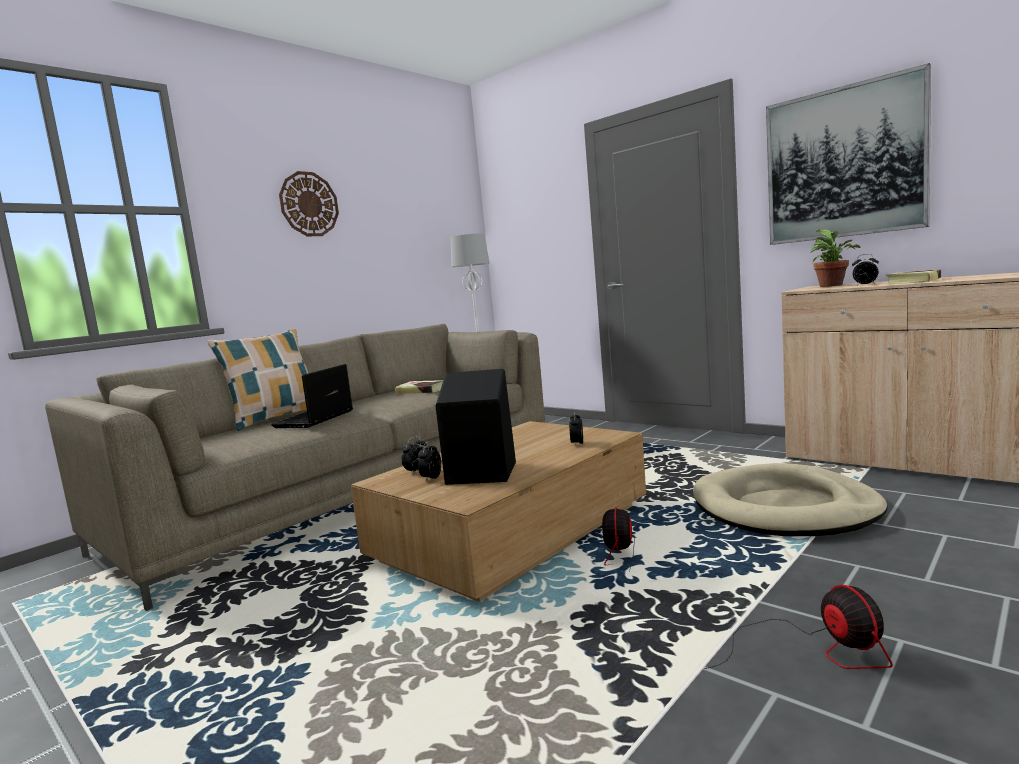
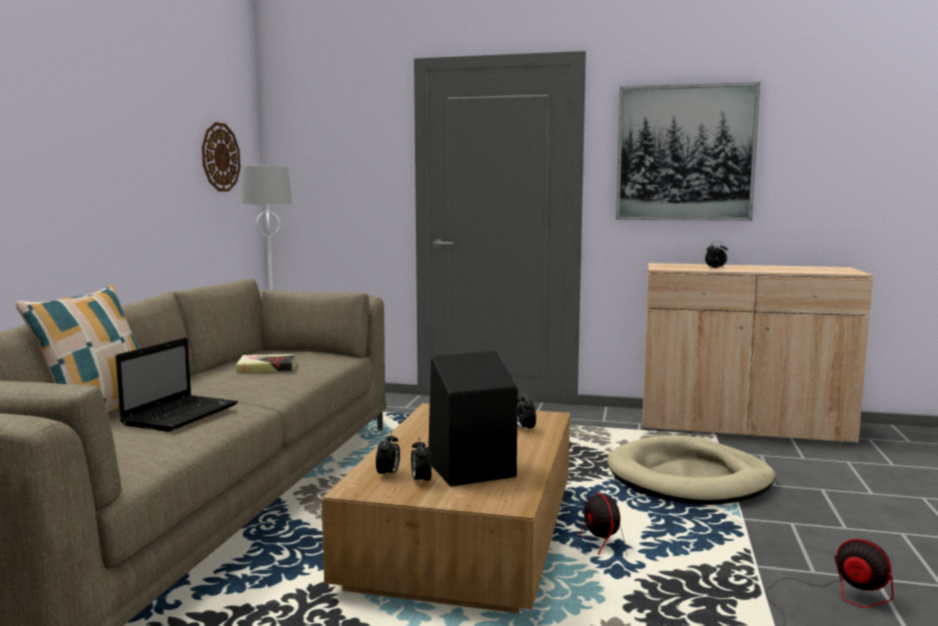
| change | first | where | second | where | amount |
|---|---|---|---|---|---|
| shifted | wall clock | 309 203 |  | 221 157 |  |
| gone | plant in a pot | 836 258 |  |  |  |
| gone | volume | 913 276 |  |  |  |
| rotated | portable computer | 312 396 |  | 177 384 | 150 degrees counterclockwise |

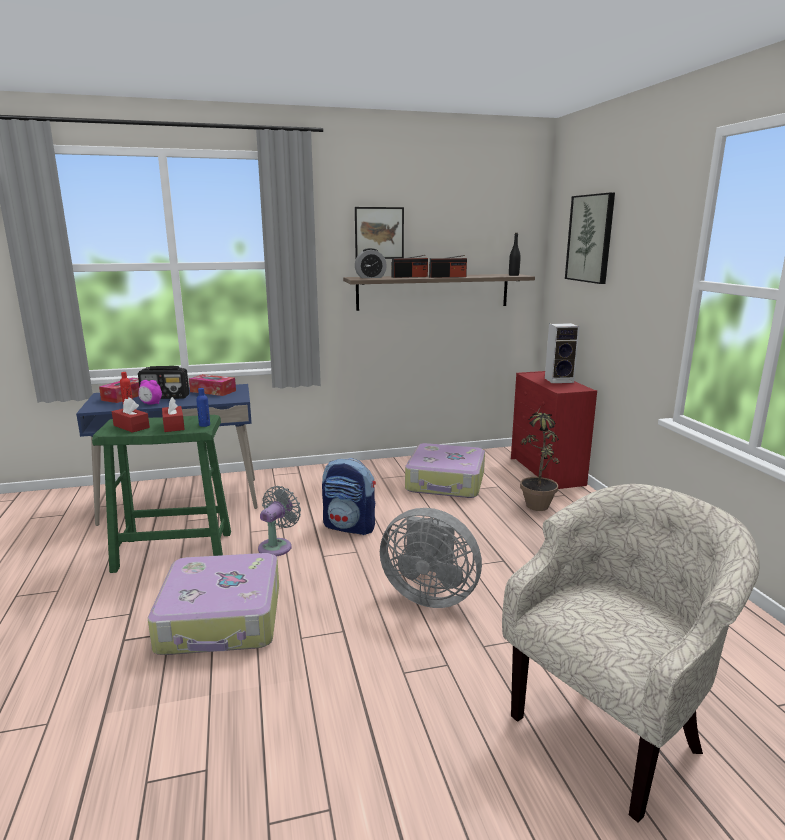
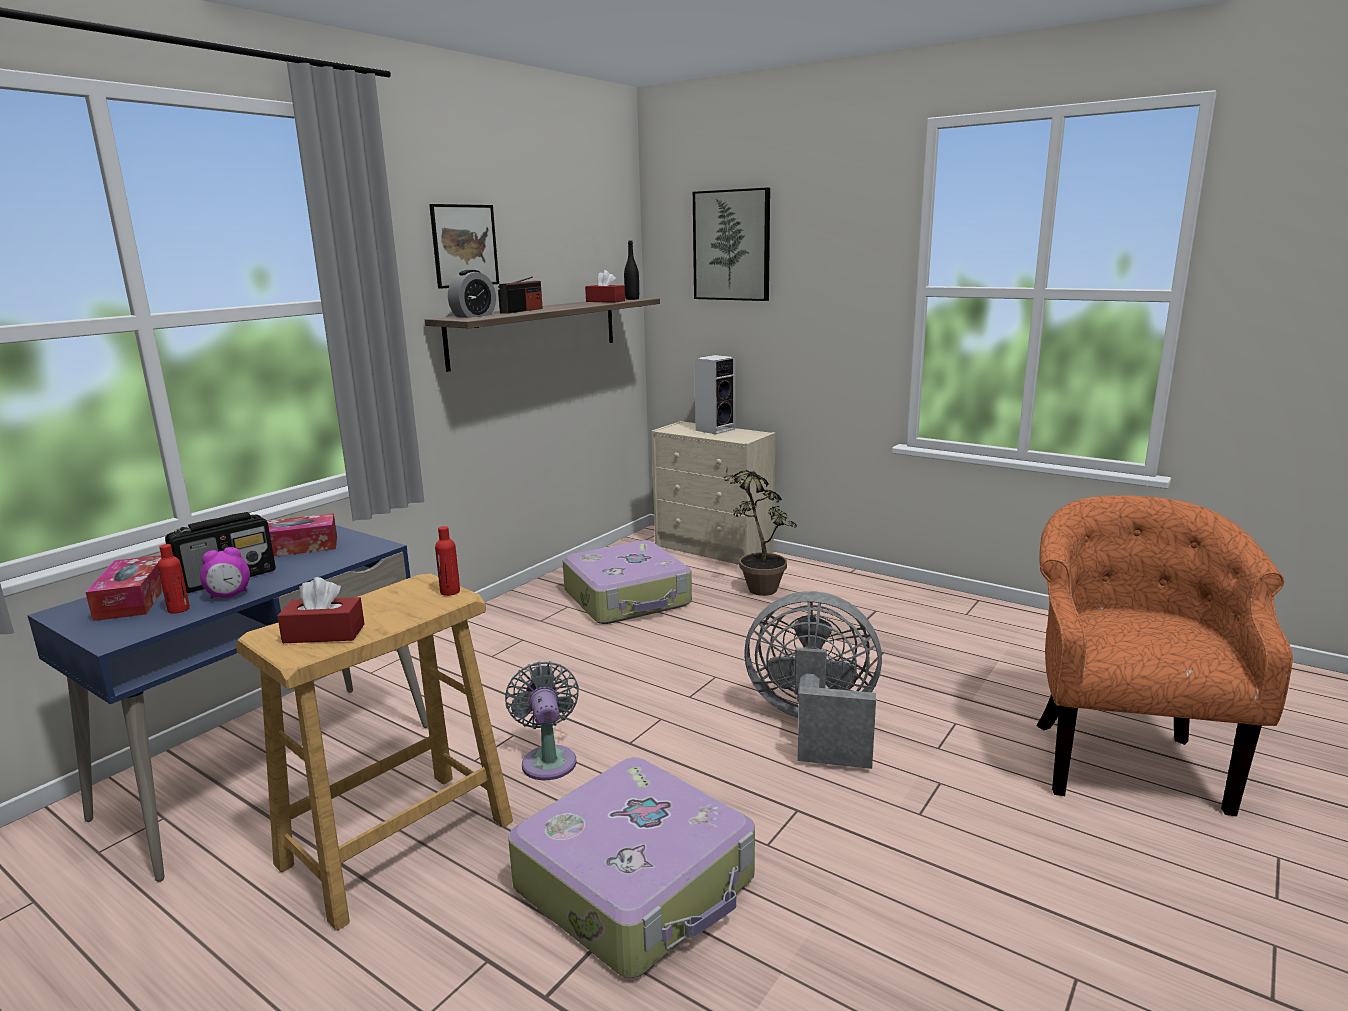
| change | first | where | second | where | amount |
|---|---|---|---|---|---|
| gone | radio | 448 266 |  |  |  |
| repainted | chest of drawers in red-coloured | 554 430 | chest of drawers in beige | 713 493 |  |
| repainted | beverage bottle in bluish | 203 407 | beverage bottle in red-coloured | 447 561 |  |
| shifted | tissue box in red-coloured | 173 414 |  | 605 286 |  |
| repainted | sitting stool in green-coloured | 161 494 | sitting stool in beige | 374 752 |  |
| gone | backpack | 349 496 |  |  |  |
| repainted | armchair in beige | 631 653 | armchair in orange-coloured | 1165 655 |  |
| rotated | electric fan in greyish | 431 558 |  | 813 680 | 150 degrees counterclockwise |

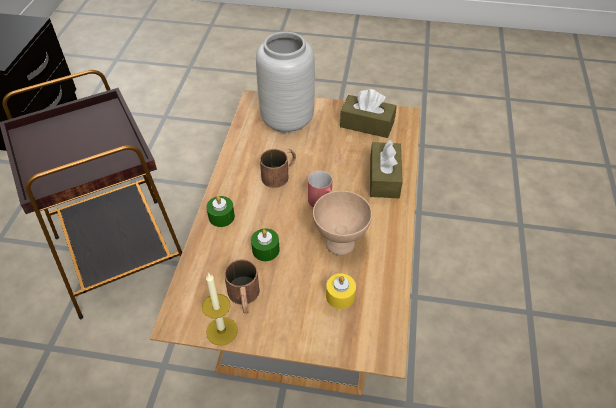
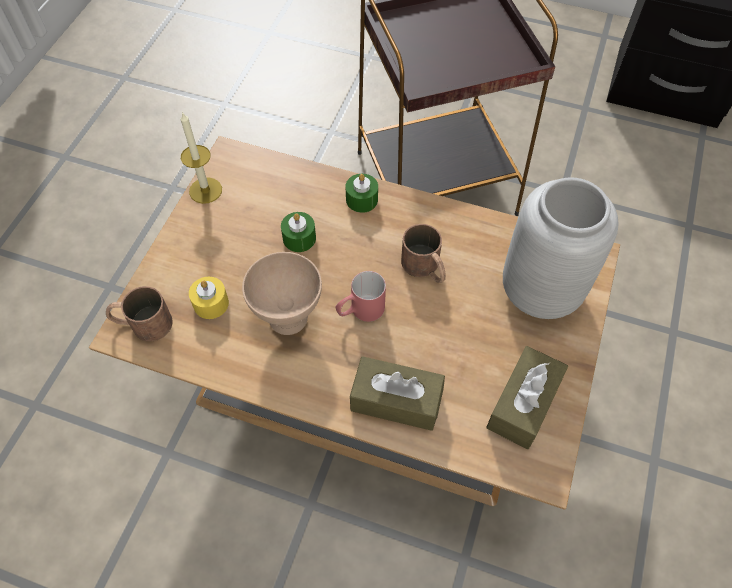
| change | first | where | second | where | amount |
|---|---|---|---|---|---|
| shifted | coffee mug in brownish | 242 286 |  | 139 313 |  |

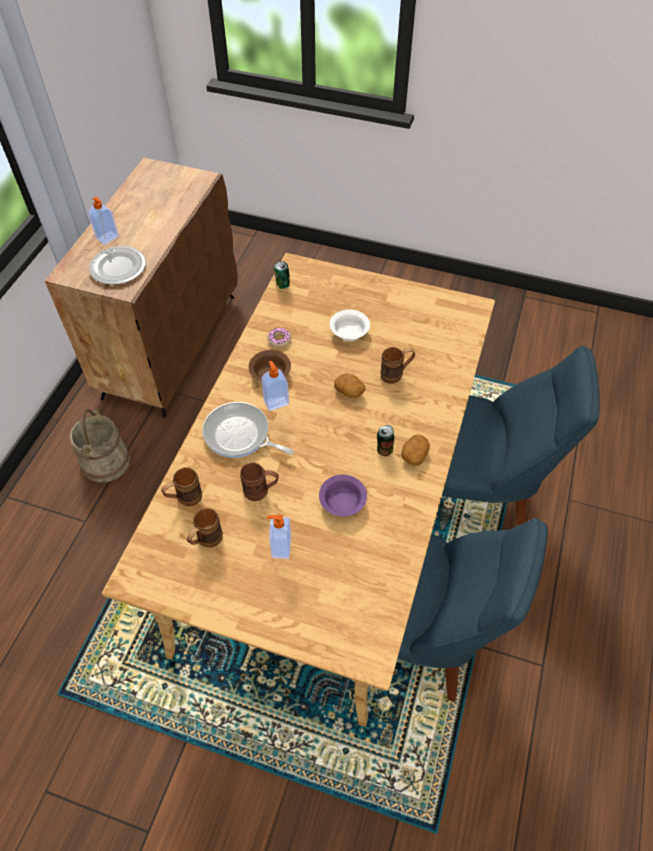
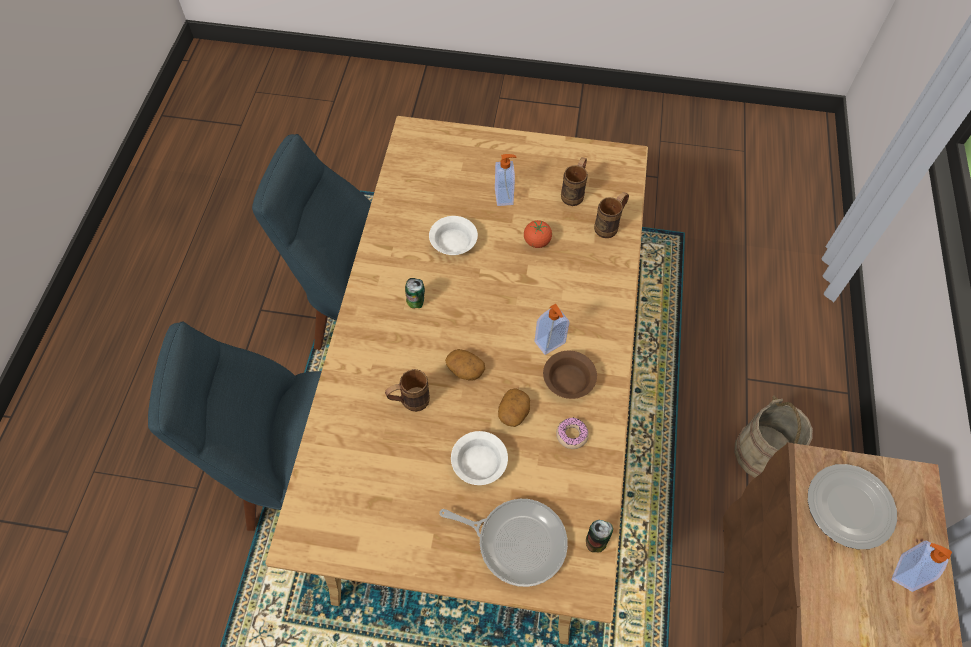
| change | first | where | second | where | amount |
|---|---|---|---|---|---|
| shifted | frying pan | 248 430 |  | 503 543 |  |
| shifted | spud | 416 450 |  | 514 407 |  |
| swapped | coffee mug in brownish | 259 482 | fresh tomato | 538 234 |  |
| repainted | serving bowl in purple-coloured | 343 495 | serving bowl in whitish | 453 235 |  |

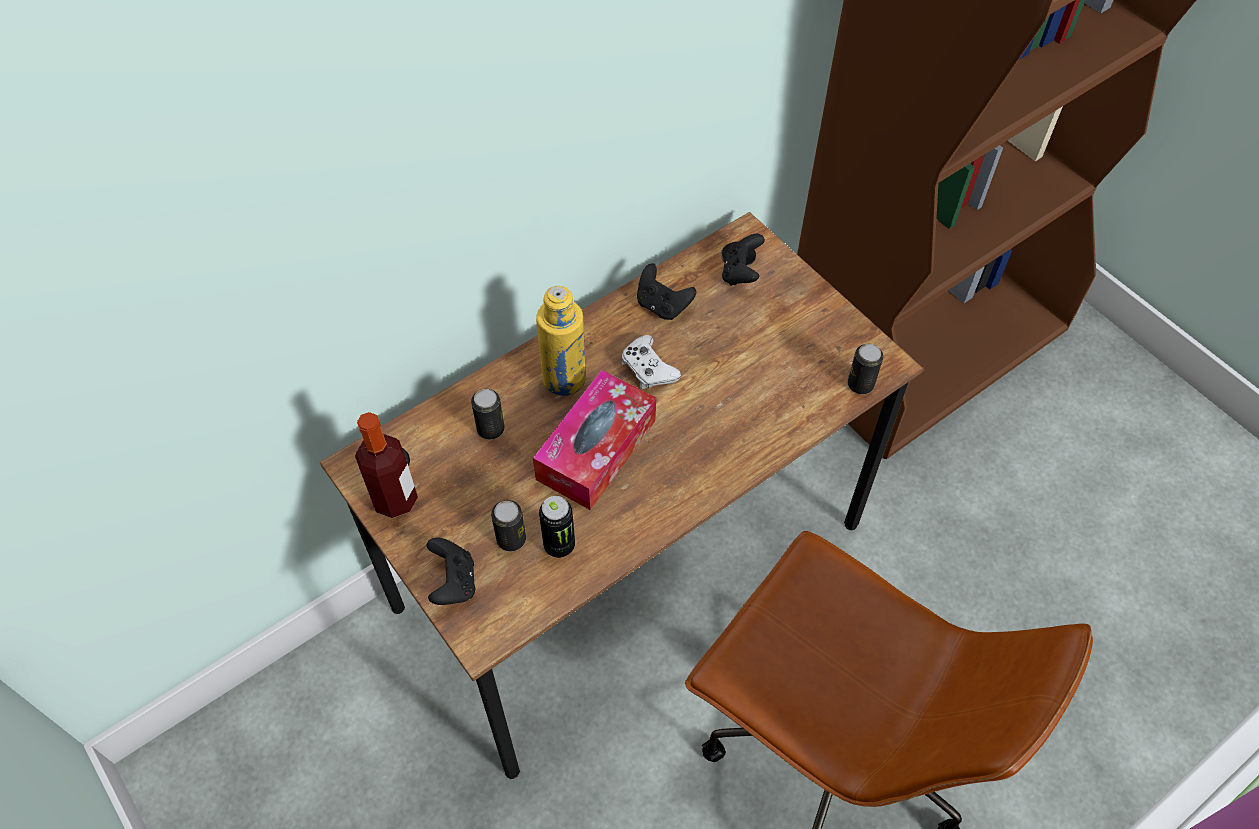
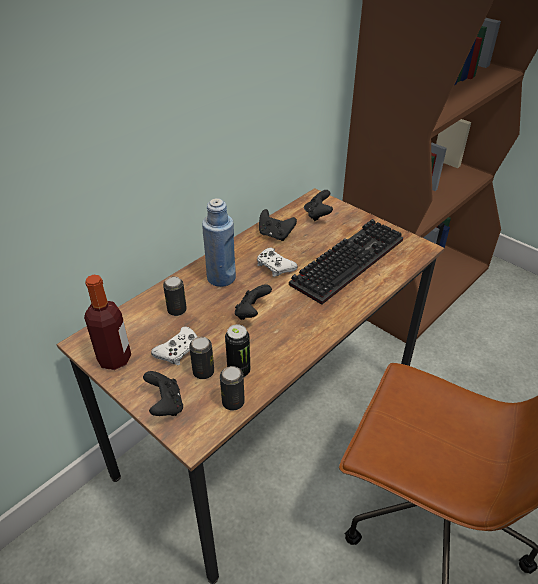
| change | first | where | second | where | amount |
|---|---|---|---|---|---|
| repainted | beverage bottle in yellowish | 561 341 | beverage bottle in bluish | 219 242 |  |
| shifted | sealed can | 865 369 |  | 232 388 |  |
| swapped | tissue box | 594 440 | joypad in black-coloured | 253 302 |  |
| new |  |  | PC keyboard | 346 262 |  |
| new |  |  | joypad in whitish | 174 346 |  |

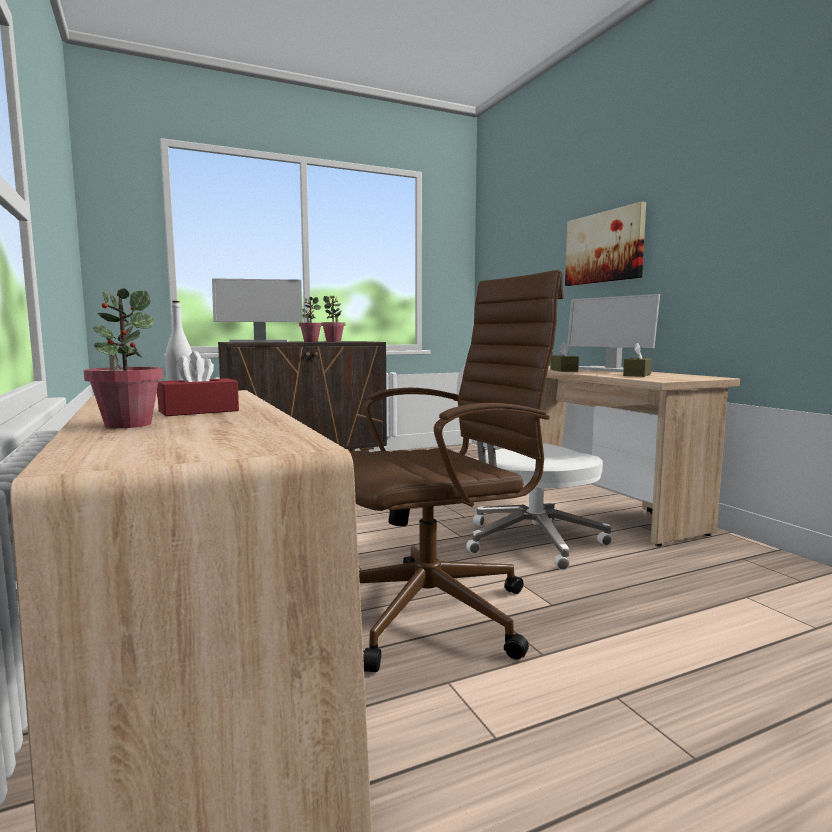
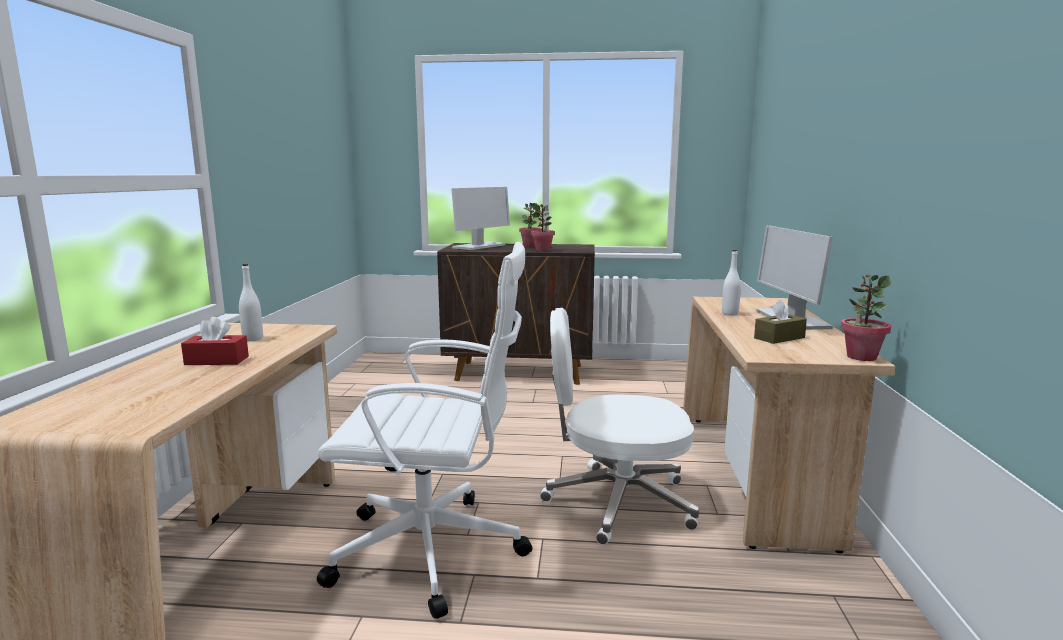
| change | first | where | second | where | amount |
|---|---|---|---|---|---|
| gone | picture | 605 244 |  |  |  |
| repainted | computer chair in brownish | 457 471 | computer chair in whitish | 424 430 |  |
| rotated | monitor | 257 310 |  | 480 218 | 75 degrees counterclockwise |
| shifted | plant in a pot | 124 358 |  | 866 317 |  |
| swapped | tissue box in brownish | 565 357 | beverage bottle in whitish | 731 283 |  |

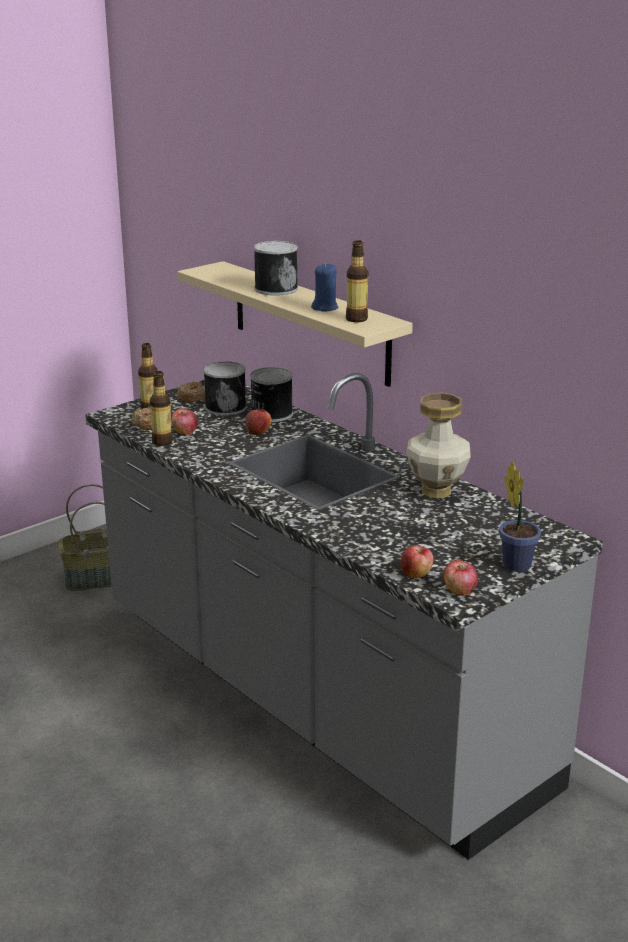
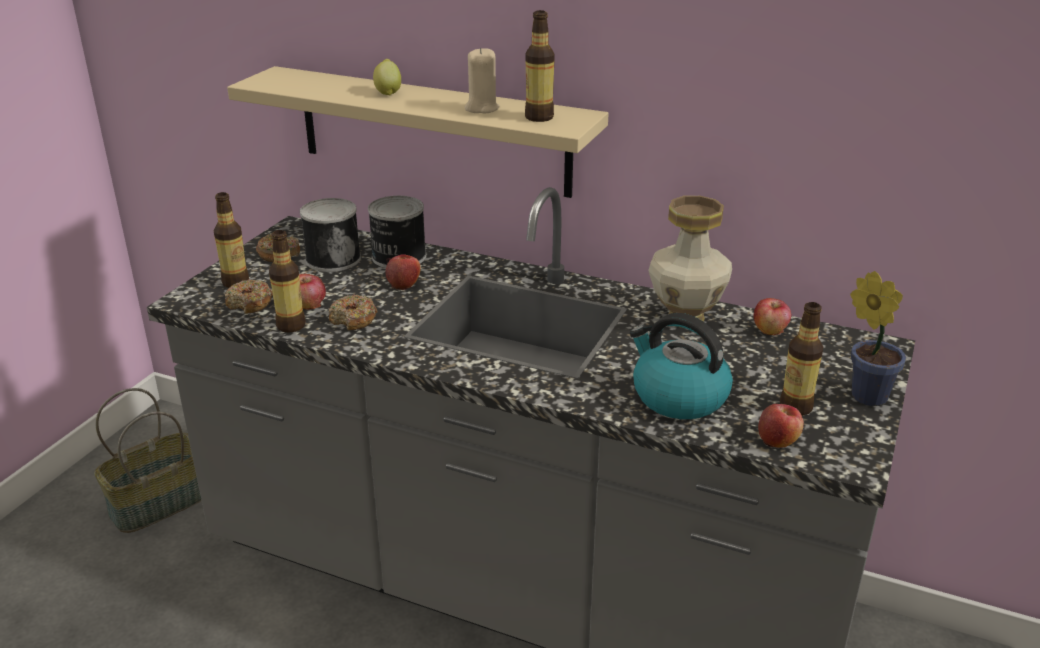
| change | first | where | second | where | amount |
|---|---|---|---|---|---|
| swapped | sealed can | 276 268 | citrus fruit | 387 77 |  |
| repainted | wax candle in bluish | 324 287 | wax candle in beige | 482 80 |  |
| shifted | whole apple | 461 578 |  | 772 317 |  |
| new |  |  | ring doughnut | 353 312 |  |
| new |  |  | beverage bottle | 801 359 |  |
| new |  |  | tea kettle | 681 366 |  |

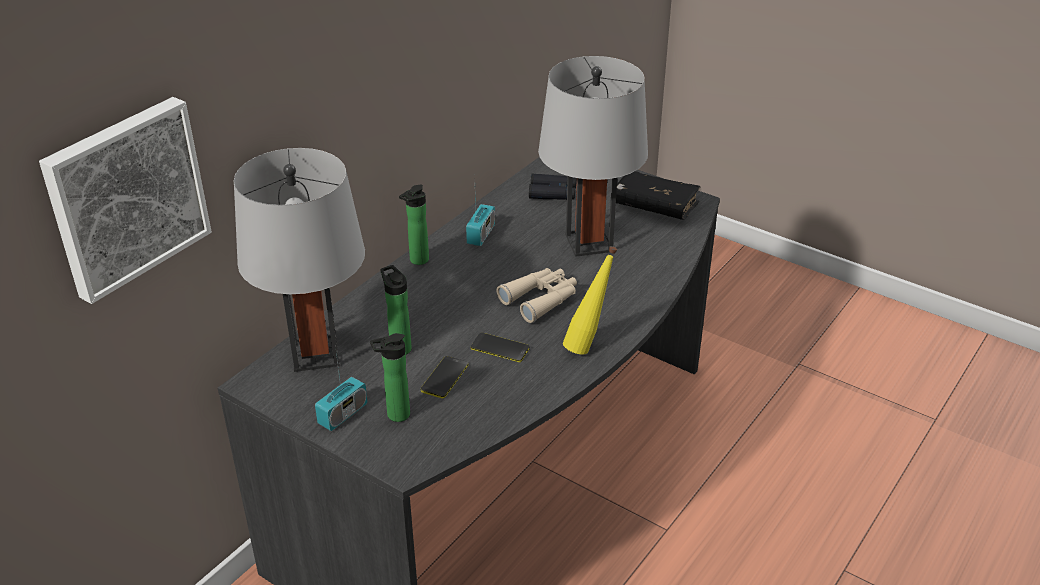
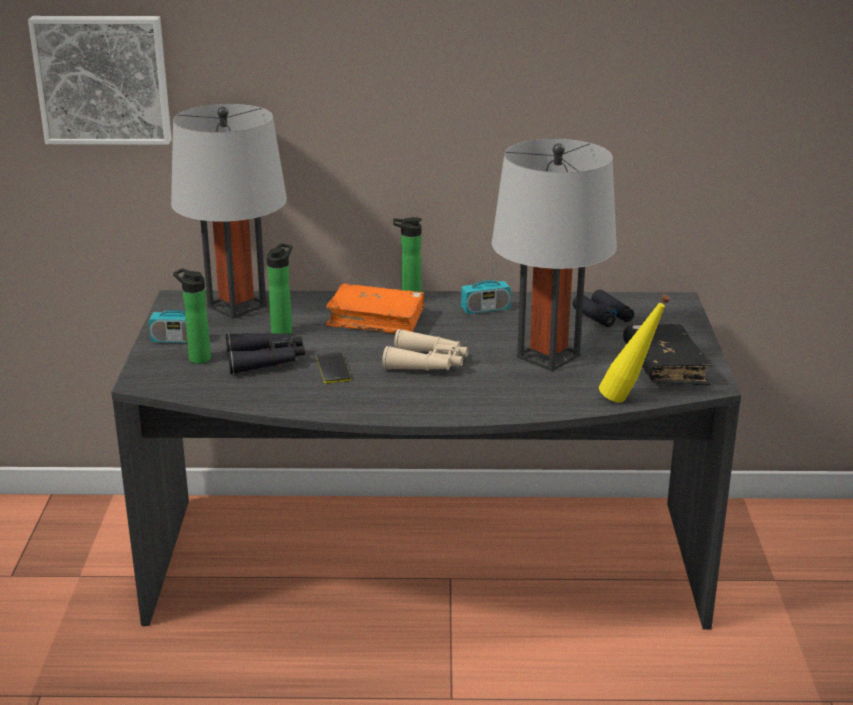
| change | first | where | second | where | amount |
|---|---|---|---|---|---|
| shifted | beverage bottle in yellowish | 590 300 |  | 634 348 |  |
| swapped | handset | 444 377 | field glasses in black-coloured | 265 353 |  |
| new |  |  | volume in orange-coloured | 375 308 |  |

